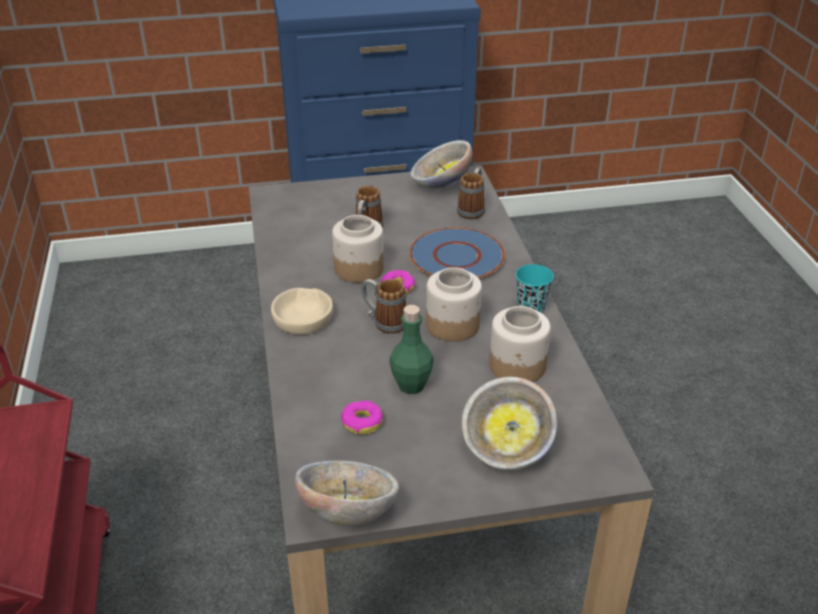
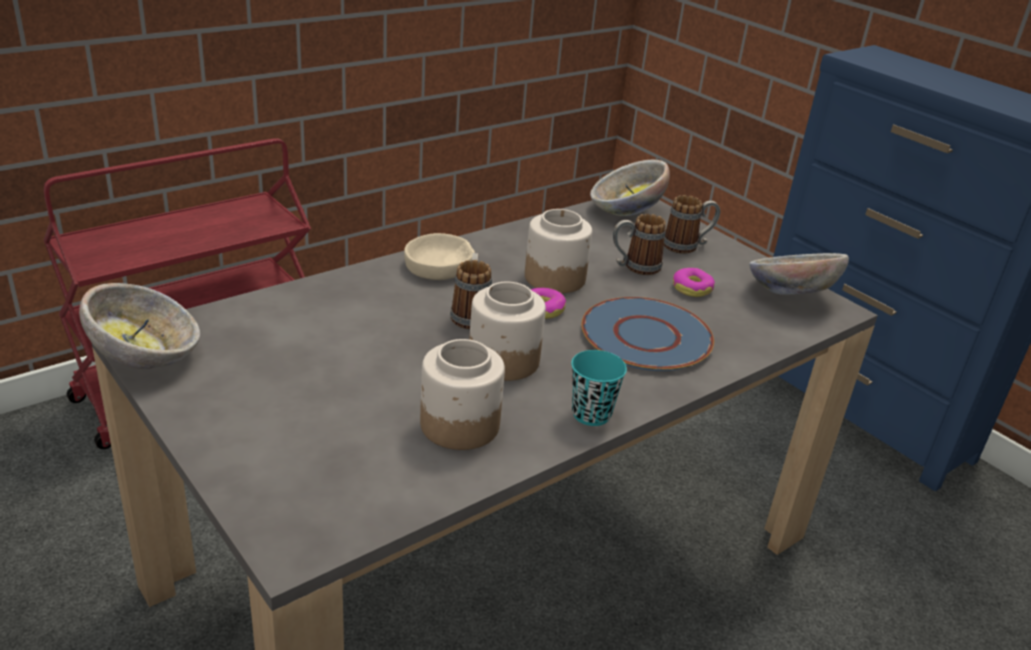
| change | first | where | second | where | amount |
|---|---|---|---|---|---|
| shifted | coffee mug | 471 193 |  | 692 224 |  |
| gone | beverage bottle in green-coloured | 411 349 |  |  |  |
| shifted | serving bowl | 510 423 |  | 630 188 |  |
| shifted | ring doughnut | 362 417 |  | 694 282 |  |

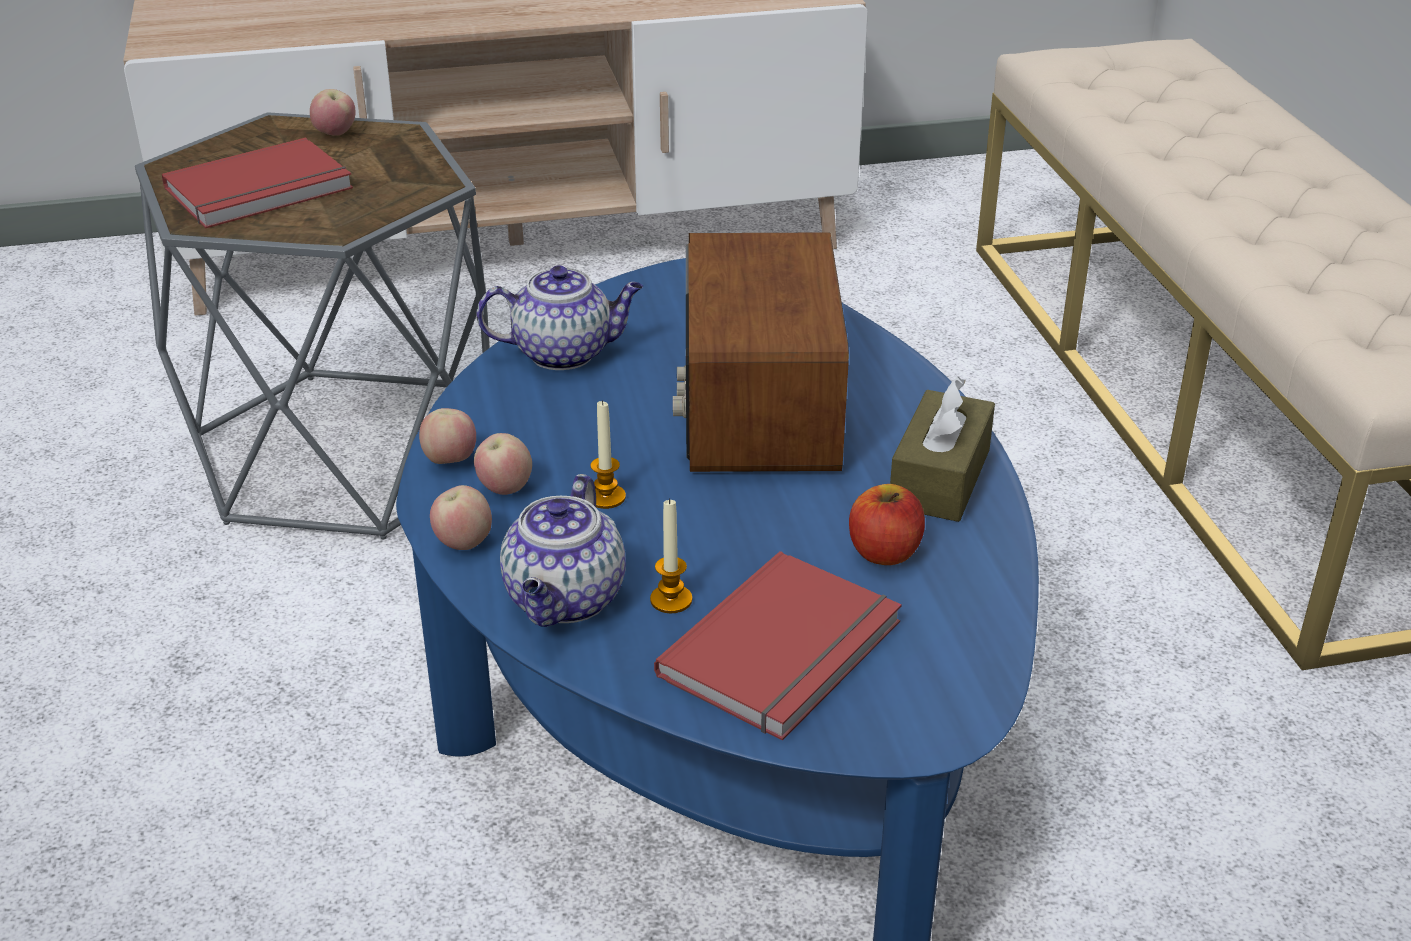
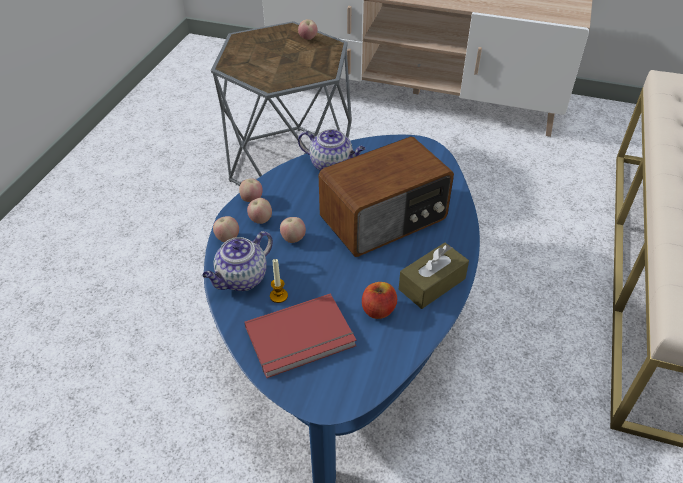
| change | first | where | second | where | amount |
|---|---|---|---|---|---|
| gone | volume in red-coloured | 257 183 |  |  |  |
| rotated | radio | 761 352 |  | 386 197 | 150 degrees counterclockwise |
| swapped | wax candle | 608 454 | whole apple | 293 230 |  |

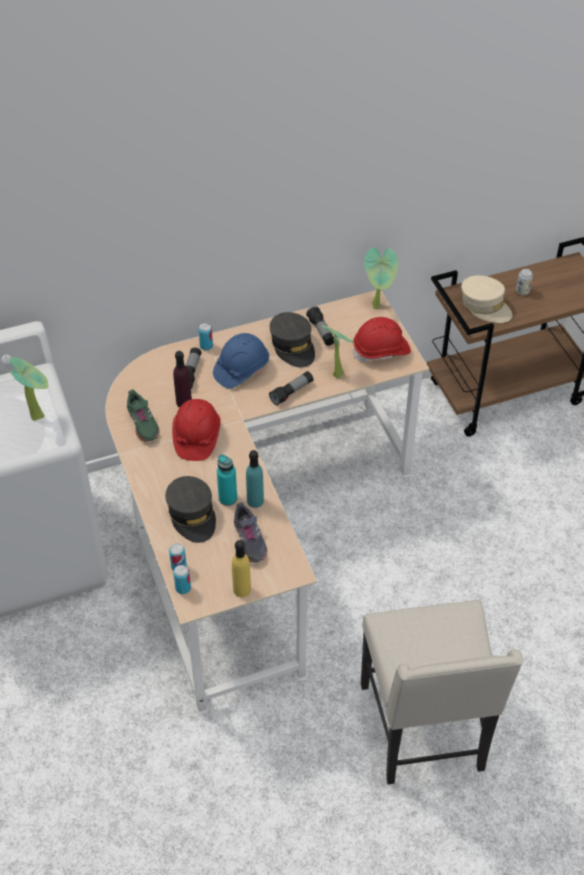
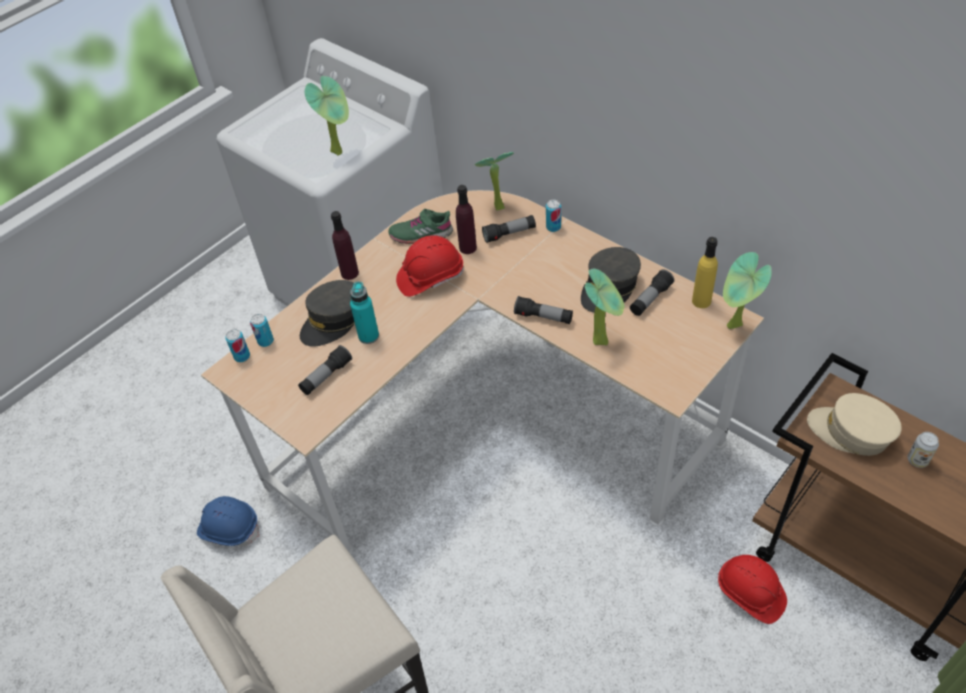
| change | first | where | second | where | amount |
|---|---|---|---|---|---|
| rotated | cap in beige | 487 299 |  | 854 424 | 105 degrees clockwise |
| shifted | work helmet in red-coloured | 382 339 |  | 752 589 |  |
| shifted | work helmet in bluish | 241 361 |  | 228 521 |  |
| rotated | low shoe in green-coloured | 143 415 |  | 420 226 | 45 degrees clockwise |
| gone | beverage bottle in turquoise-coloured | 255 479 |  |  |  |
| swapped | low shoe in greyish | 250 532 | hand torch | 325 370 |  |
| shifted | beverage bottle in yellowish | 241 568 |  | 705 272 |  |
| new |  |  | plant in a pot | 494 181 |  |
| new |  |  | beverage bottle in purple-coloured | 345 245 |  |

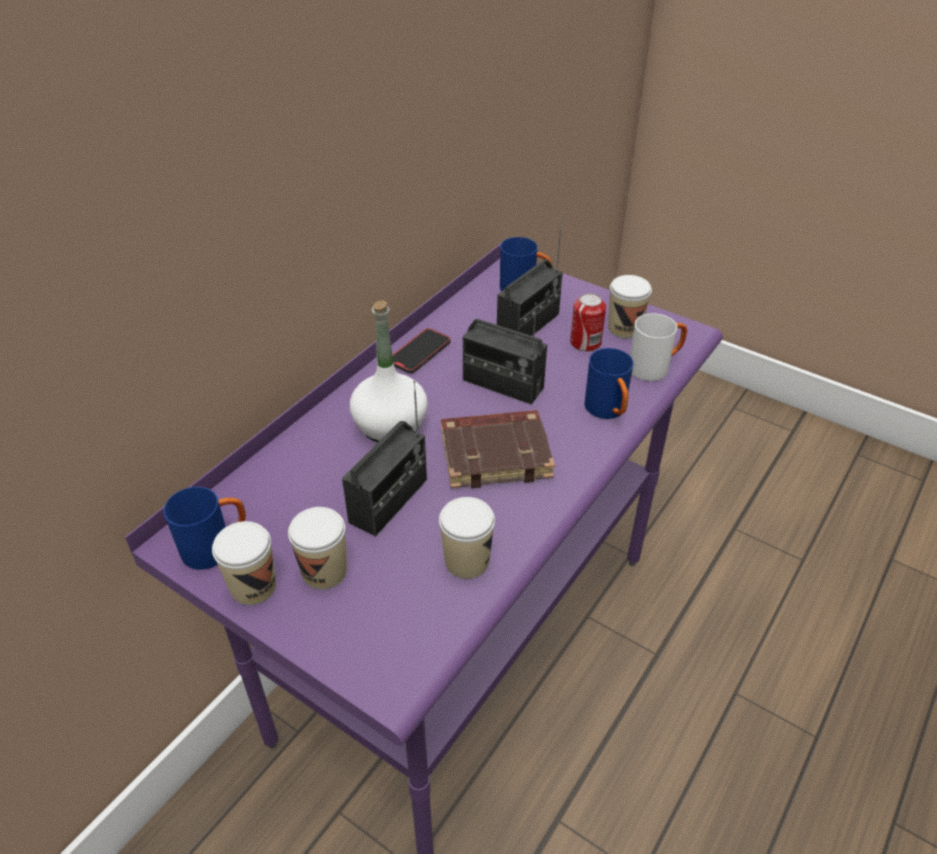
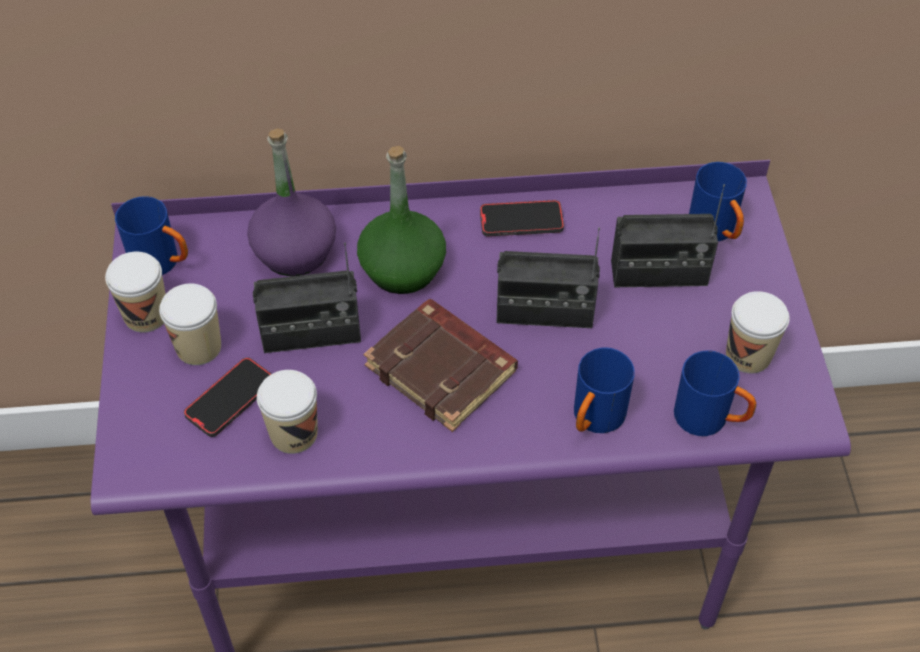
| change | first | where | second | where | amount |
|---|---|---|---|---|---|
| gone | sealed can | 588 322 |  |  |  |
| repainted | beverage bottle in whitish | 389 371 | beverage bottle in green-coloured | 401 220 |  |
| rotated | radio | 505 353 |  | 548 277 | 75 degrees counterclockwise |
| repainted | coffee mug in whitish | 658 347 | coffee mug in bluish | 715 393 |  |
| new |  |  | beverage bottle in purple-coloured | 291 202 |  |
| new |  |  | handset | 228 397 |  |

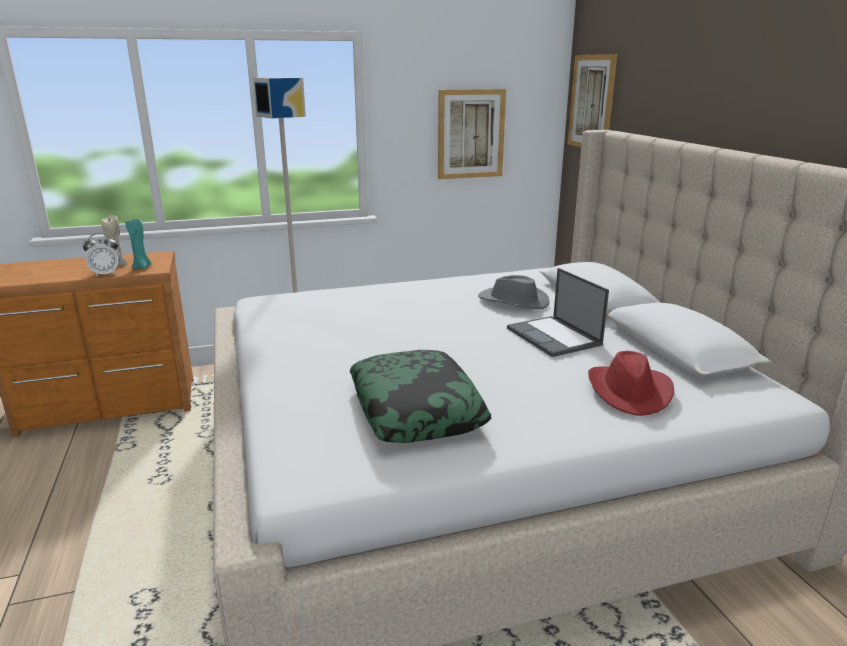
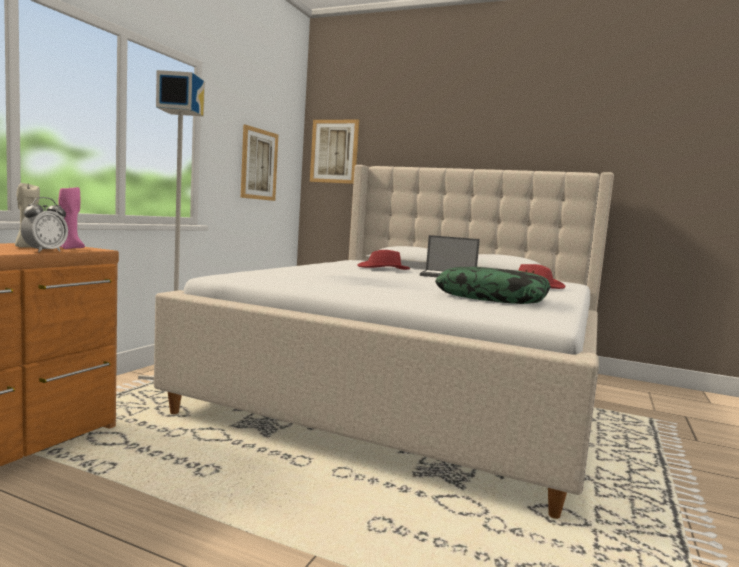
| change | first | where | second | where | amount |
|---|---|---|---|---|---|
| repainted | wax candle in turquoise-coloured | 138 244 | wax candle in pinkish | 72 217 |  |
| repainted | hat in greyish | 513 292 | hat in red-coloured | 383 260 |  |

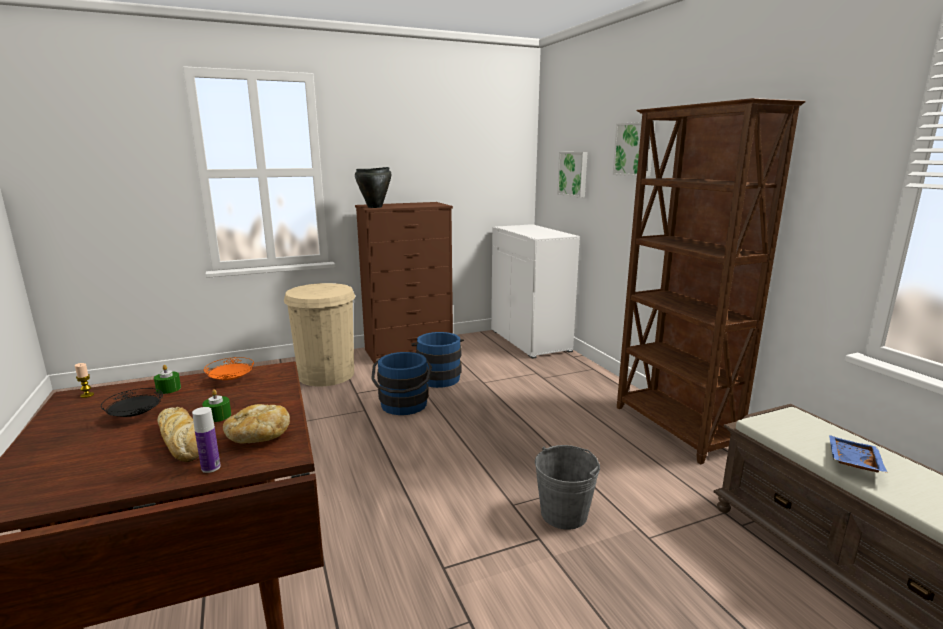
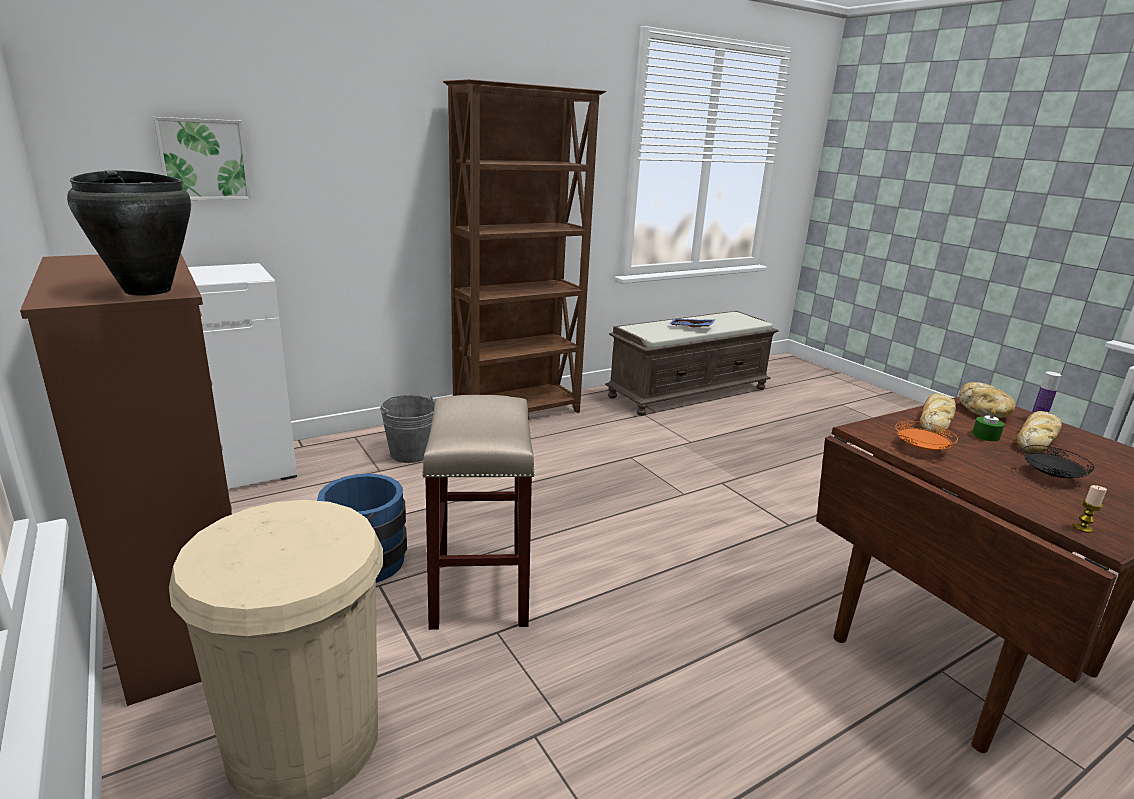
| change | first | where | second | where | amount |
|---|---|---|---|---|---|
| gone | picture | 634 149 |  |  |  |
| swapped | water bucket in bluish | 401 383 | sitting stool in beige | 478 512 |  |
| gone | wax candle in green-coloured | 167 379 |  |  |  |
| shifted | water bucket in greyish | 567 487 |  | 407 429 |  |
| new |  |  | bread | 937 414 |  |

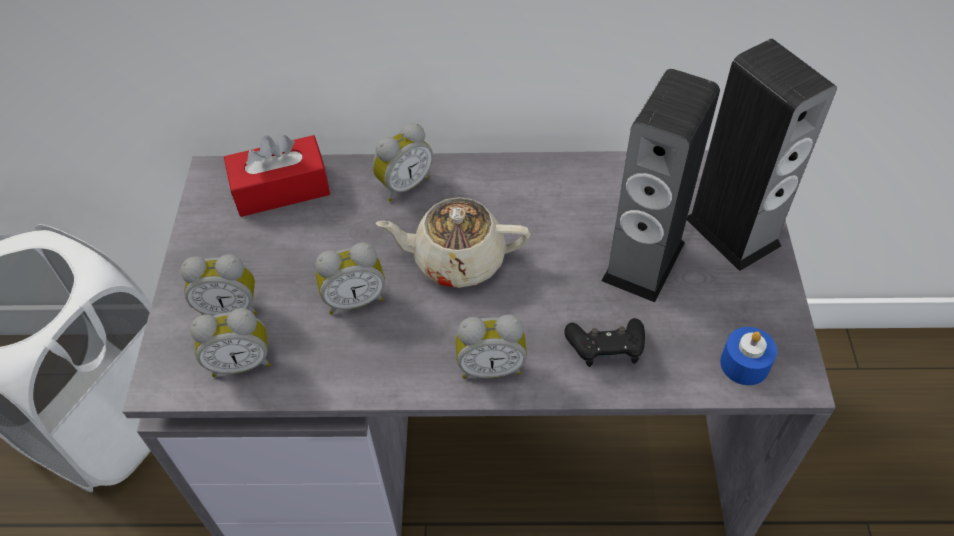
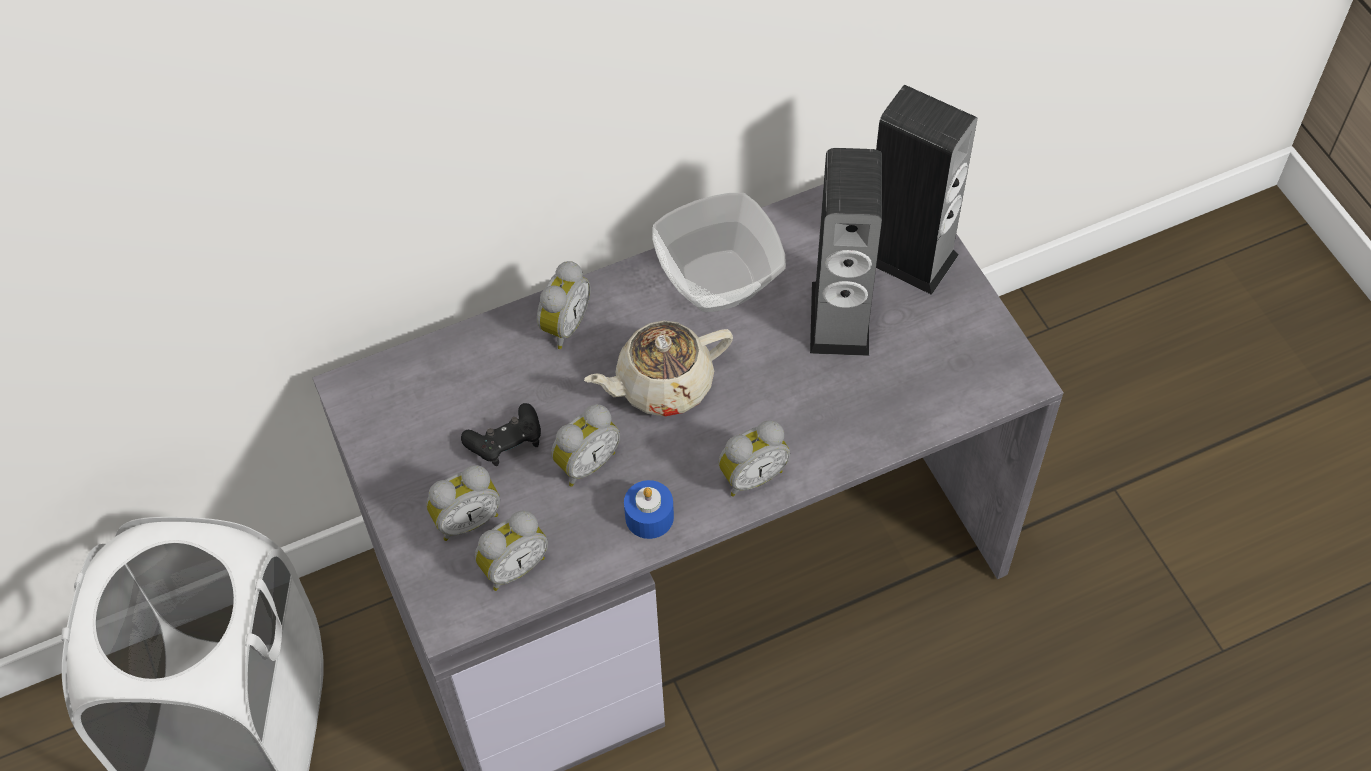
| change | first | where | second | where | amount |
|---|---|---|---|---|---|
| gone | tissue box in red-coloured | 277 176 |  |  |  |
| shifted | joypad in black-coloured | 604 342 |  | 501 434 |  |
| shifted | wax candle in bluish | 748 356 |  | 649 509 |  |
| new |  |  | serving bowl | 719 252 |  |

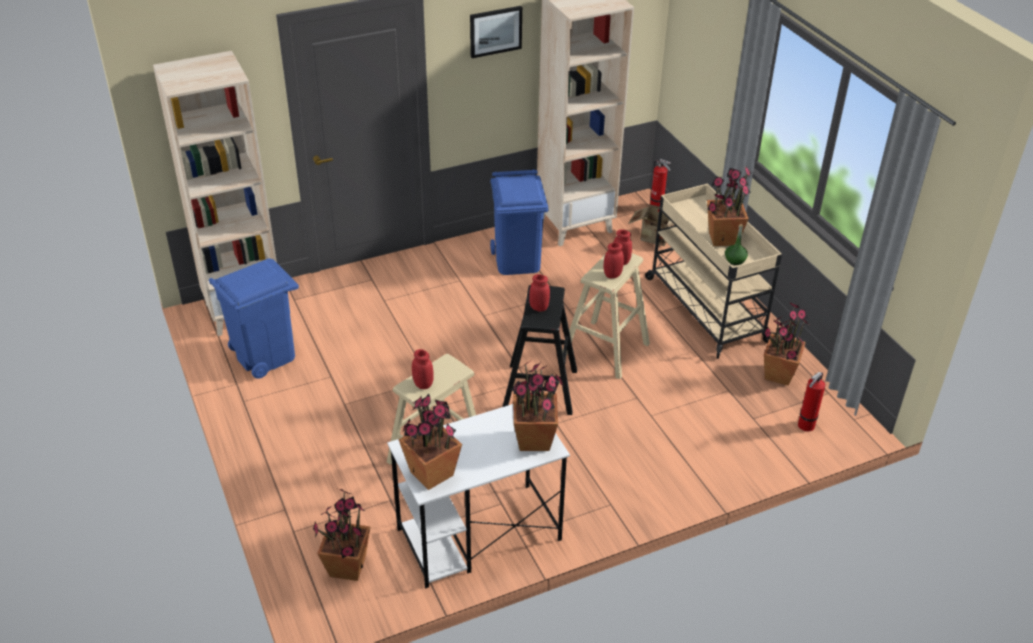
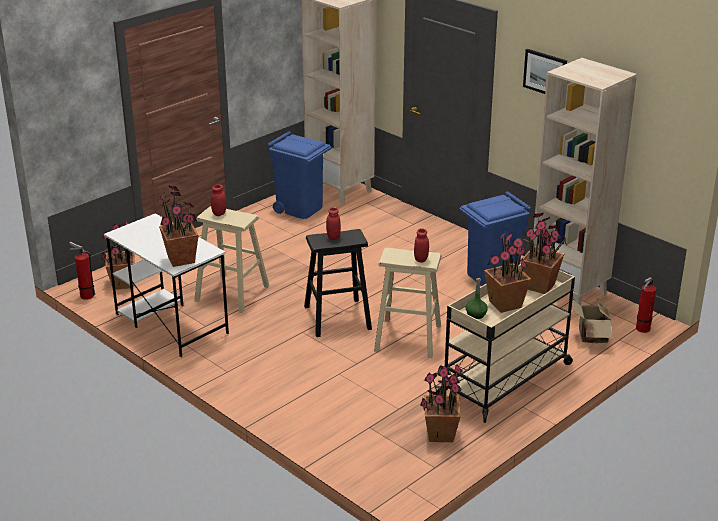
| change | first | where | second | where | amount |
|---|---|---|---|---|---|
| gone | jar in red-coloured | 613 260 |  |  |  |
| shifted | fire extinguisher | 812 402 |  | 82 271 |  |
| shifted | plant in a pot | 430 442 |  | 543 253 |  |

